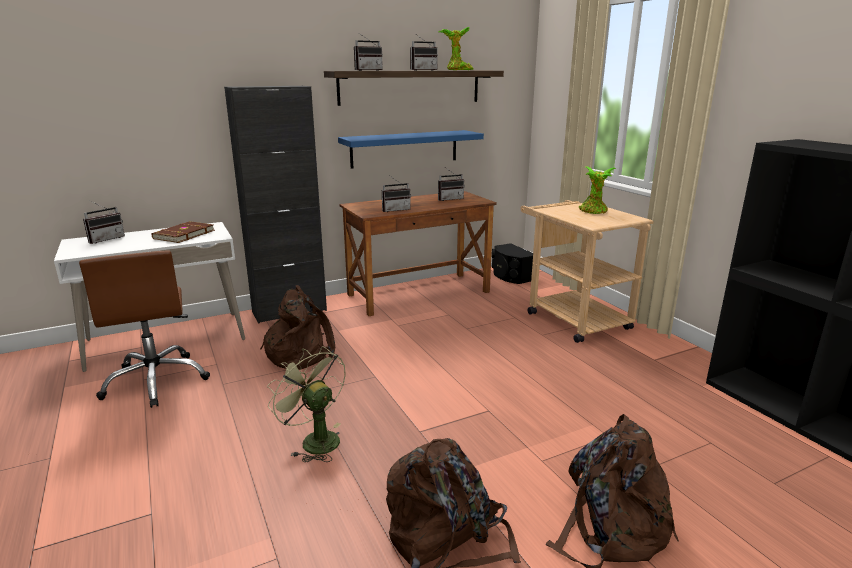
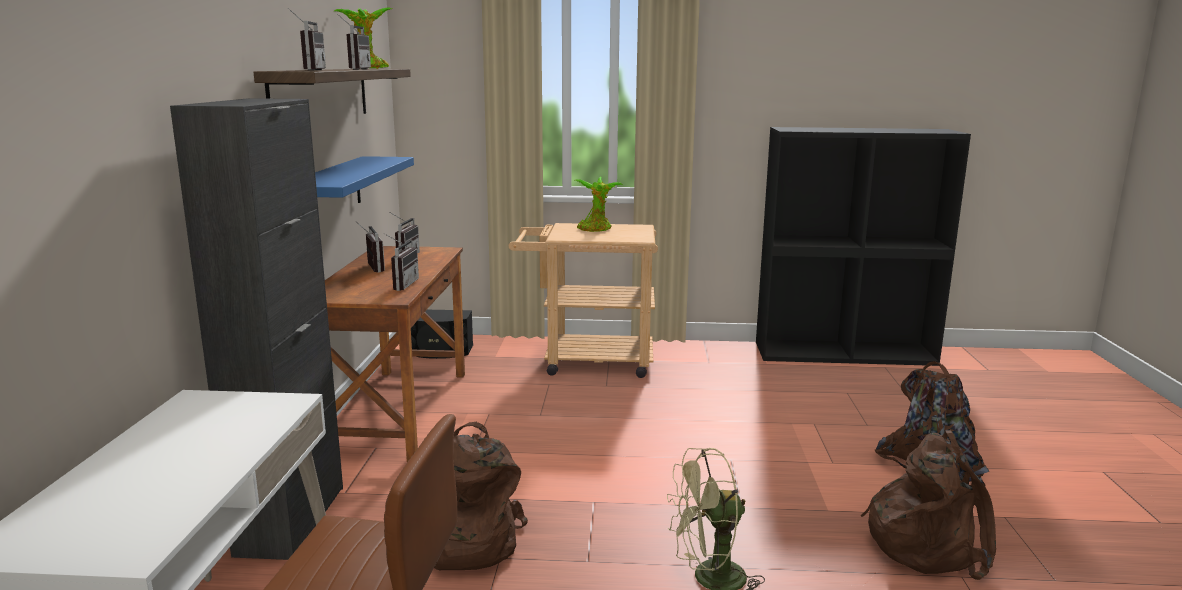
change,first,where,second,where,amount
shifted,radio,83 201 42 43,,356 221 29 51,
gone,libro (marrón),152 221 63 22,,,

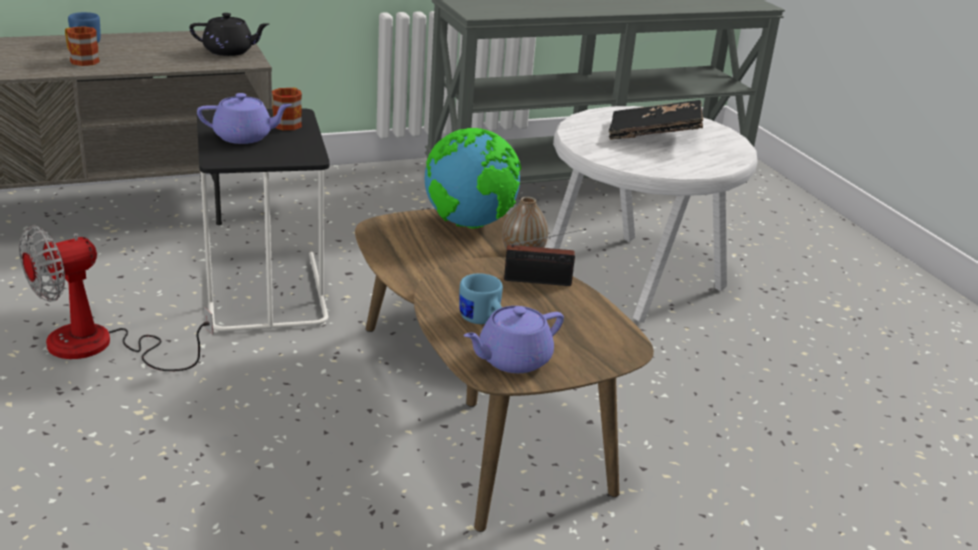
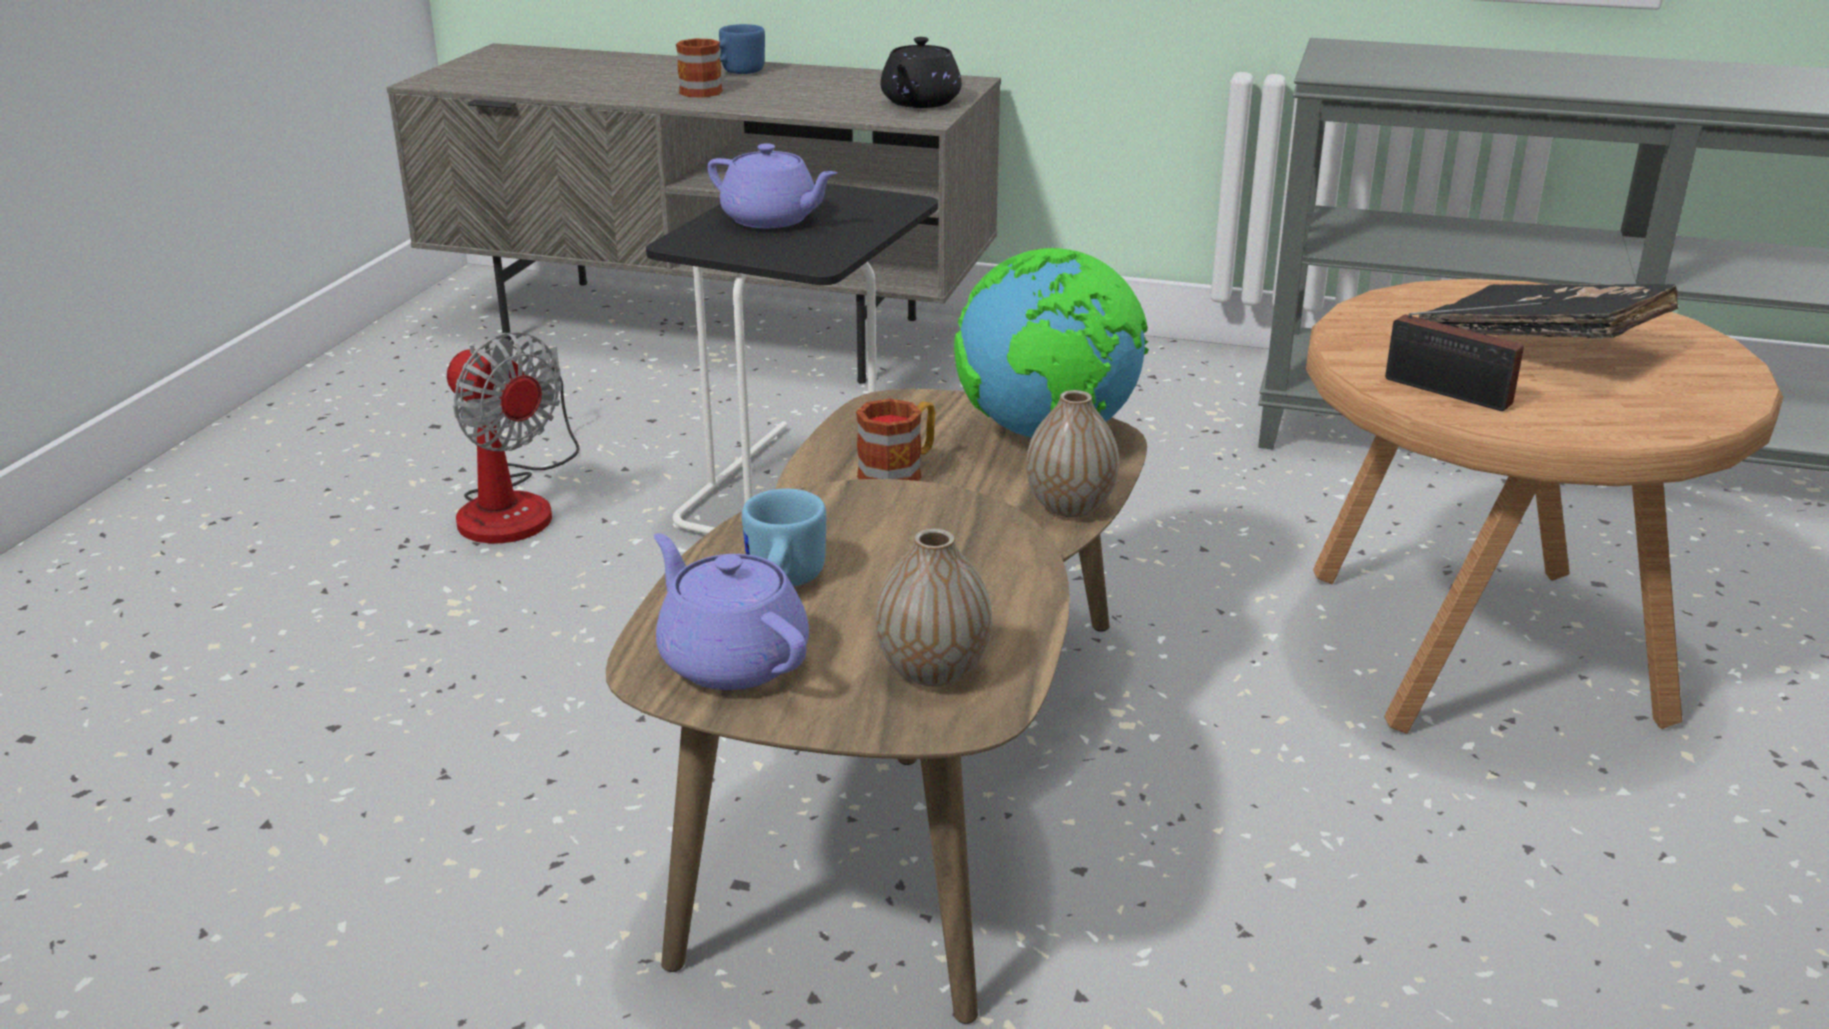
change,first,where,second,where,amount
rotated,tetera (negro),189 13 80 43,,880 37 82 71,75 degrees clockwise
shifted,taza grande,272 87 30 43,,856 398 80 83,
repainted,mesa auxiliar (blanco),548 106 210 217,mesa auxiliar (marrón),1306 279 477 455,
rotated,ventilador,19 225 194 146,,447 332 132 212,135 degrees counterclockwise
shifted,radio,504 229 82 57,,1385 302 162 109,
rotated,tetera (morado),464 306 100 67,,654 533 155 157,45 degrees clockwise
new,,,florero,876 528 116 158,

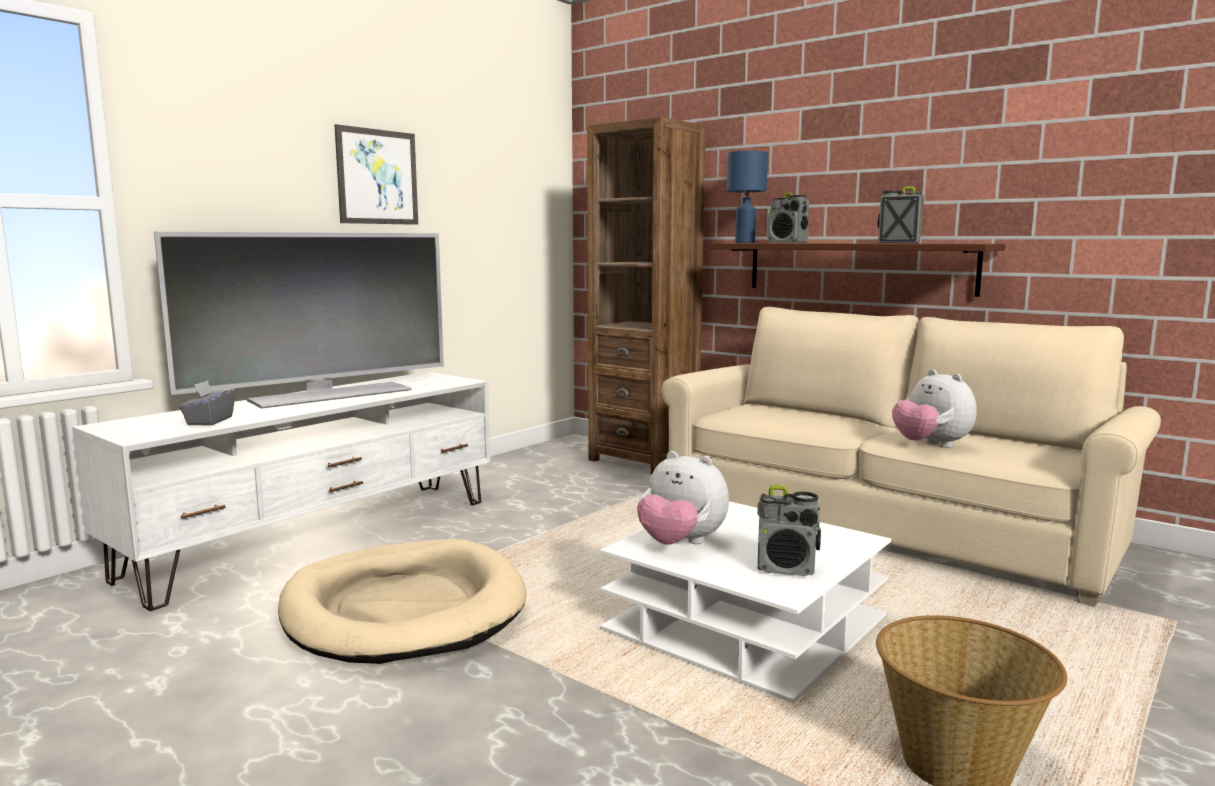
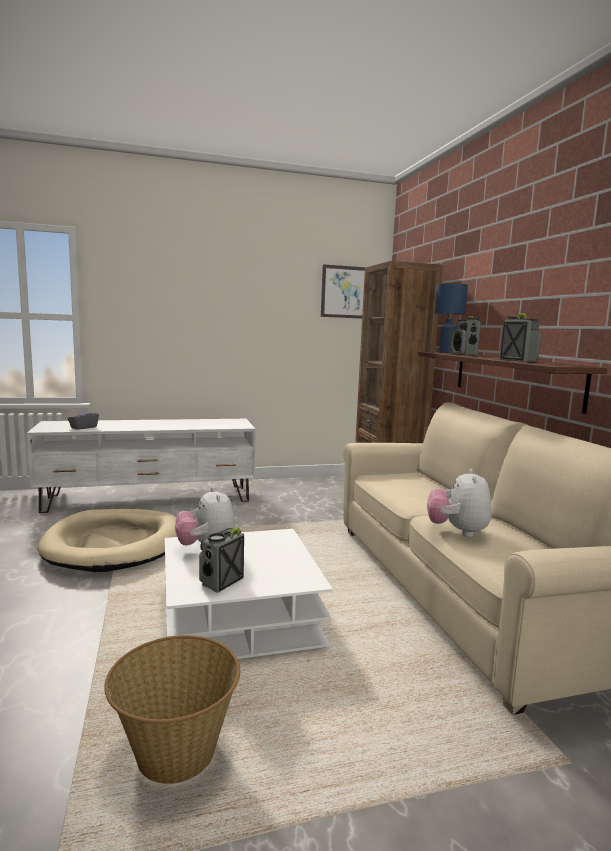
change,first,where,second,where,amount
shifted,cuadro,334 124 84 101,,321 264 44 55,
gone,televisor,154 232 290 177,,,
rotated,radio,757 485 64 91,,199 528 45 65,75 degrees clockwise

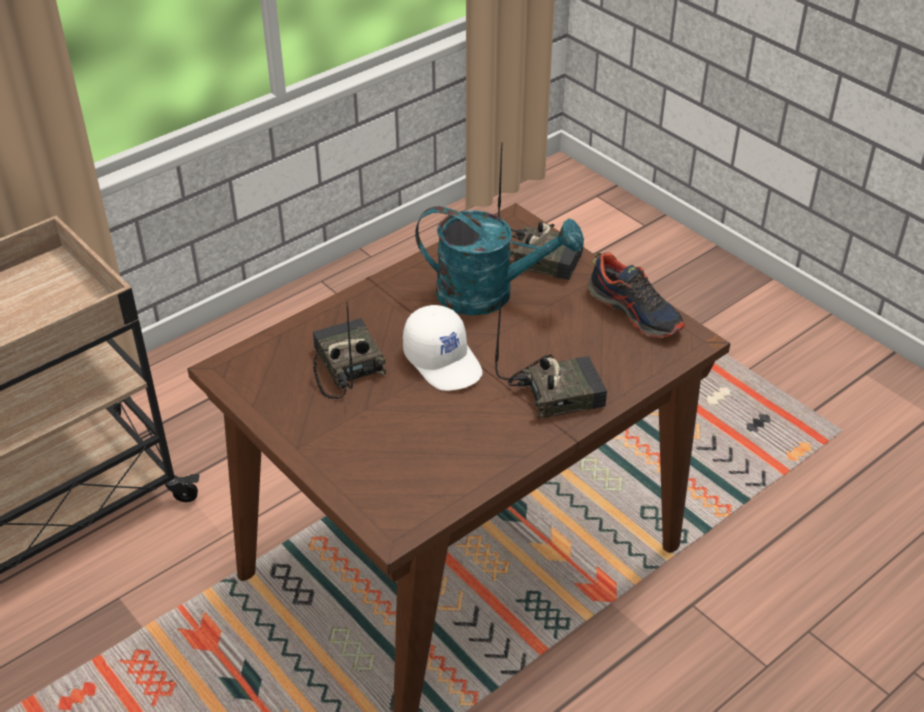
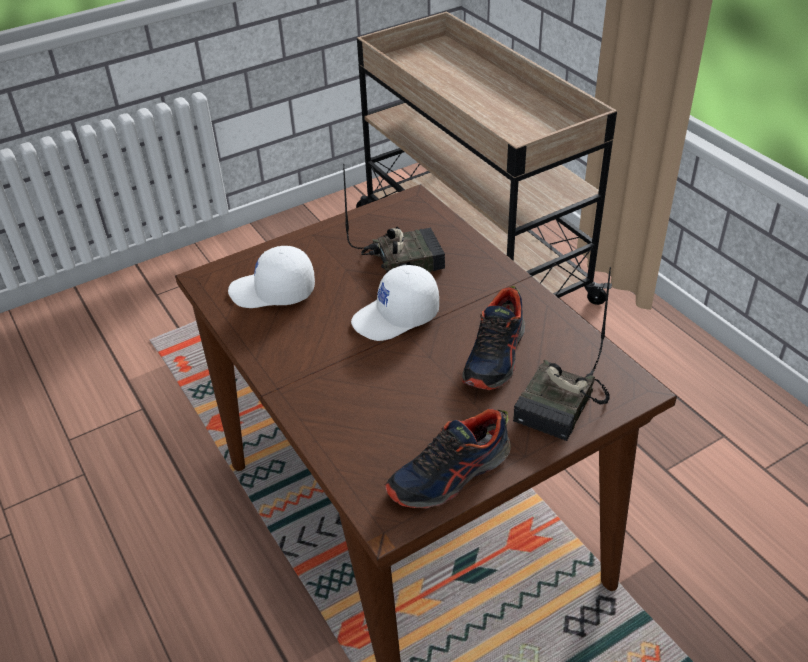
change,first,where,second,where,amount
swapped,regadera (turquesa),415 206 168 110,zapato,461 286 64 104,
gone,radio,495 293 112 126,,,
new,,,gorra (blanco),228 246 87 62,

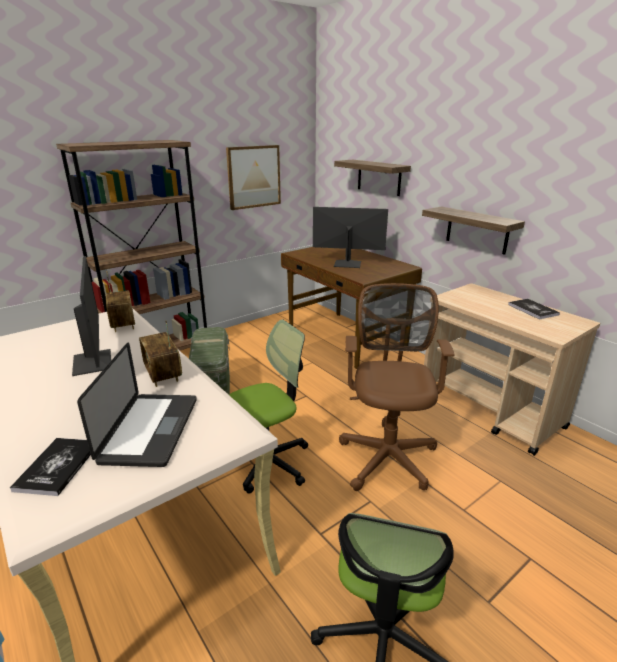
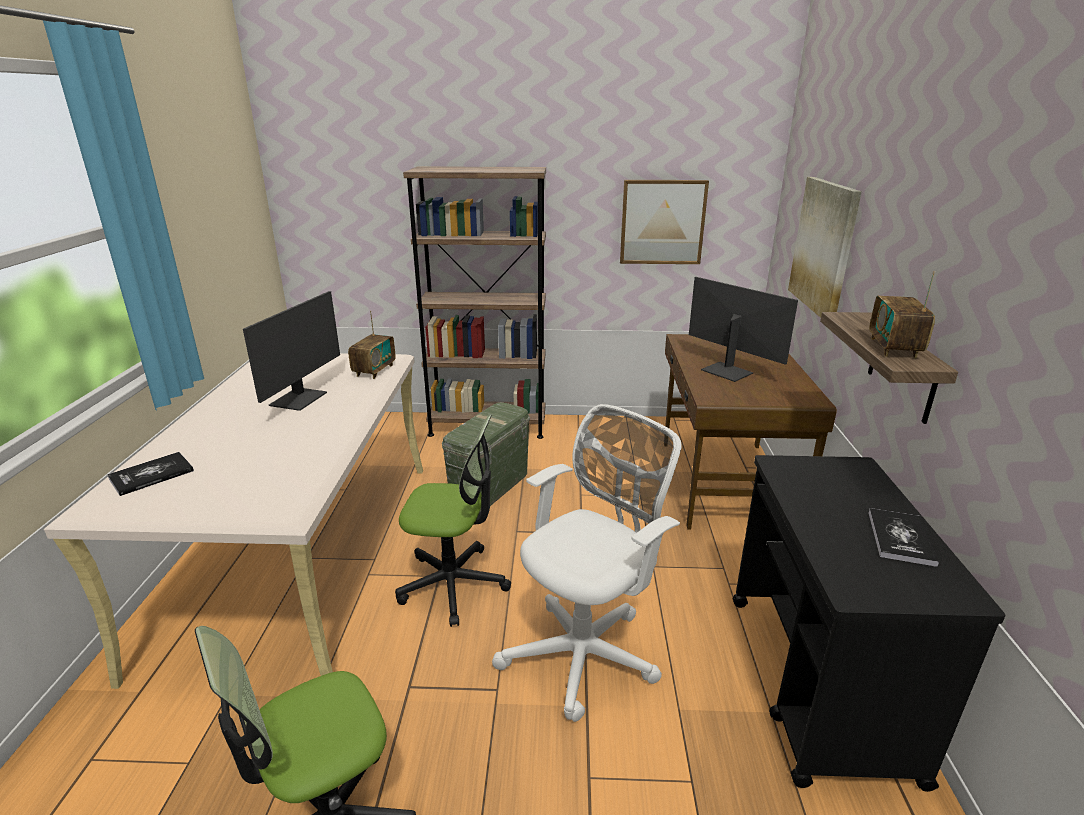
change,first,where,second,where,amount
swapped,estante,334 160 77 36,cuadro,788 177 74 141,
repainted,silla de oficina (marrón),339 283 116 208,silla de oficina (blanco),492 404 190 318,
repainted,carrito (beis),424 283 176 173,carrito (negro),733 455 273 337,
shifted,radio,139 320 43 67,,869 271 66 88,
gone,portátil,77 342 120 125,,,

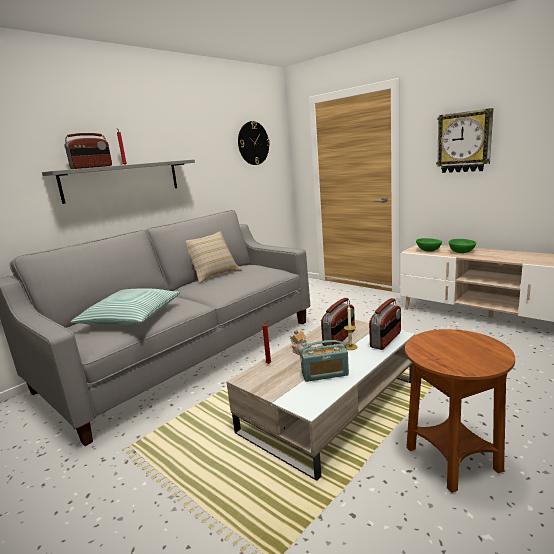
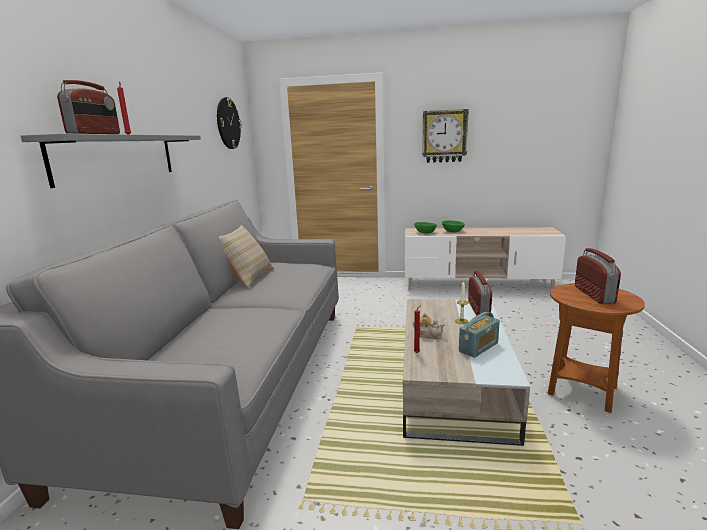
change,first,where,second,where,amount
gone,cojín,71 288 110 38,,,
shifted,radio,321 298 34 48,,575 248 46 56,

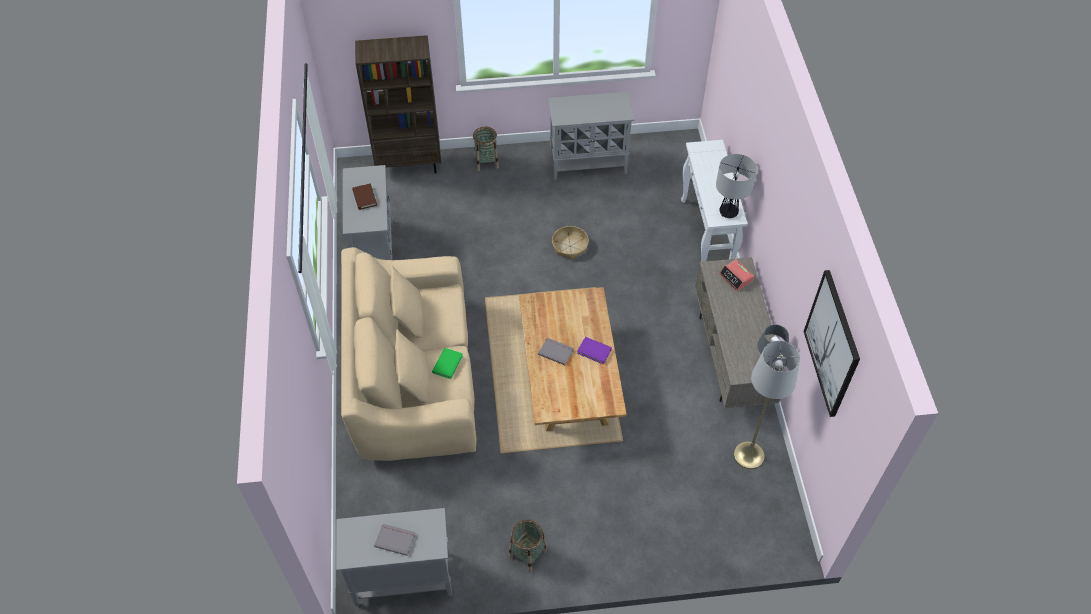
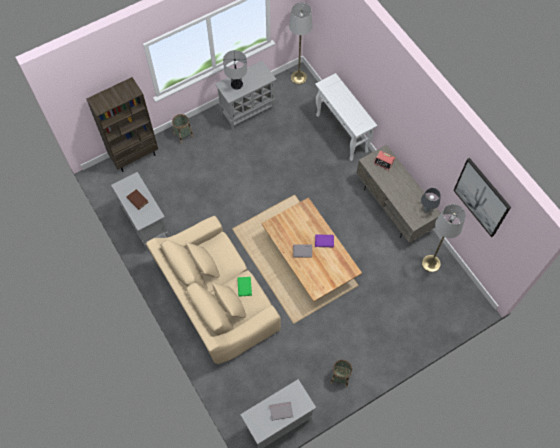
change,first,where,second,where,amount
shifted,lámpara de mesa,716 154 41 64,,223 50 24 39,
gone,cesta,552 226 37 33,,,
new,,,lámpara de pie (gris),289 3 24 81,

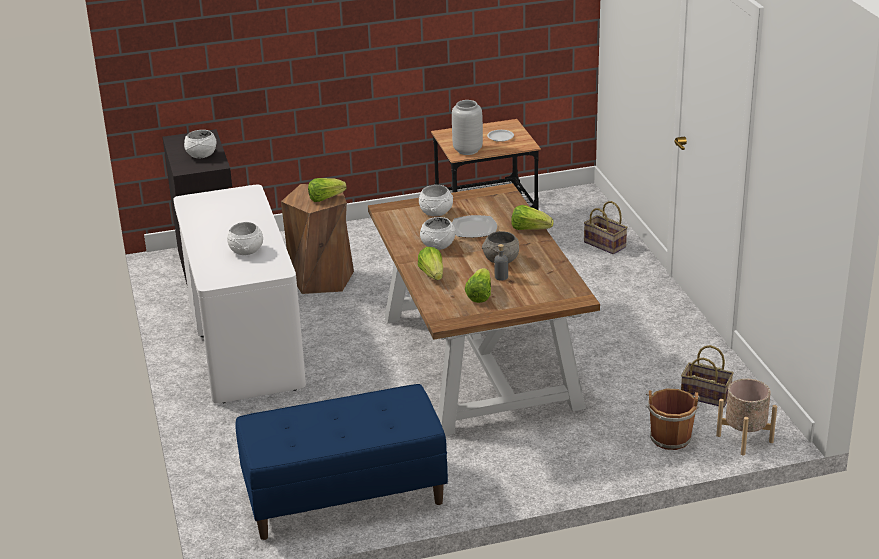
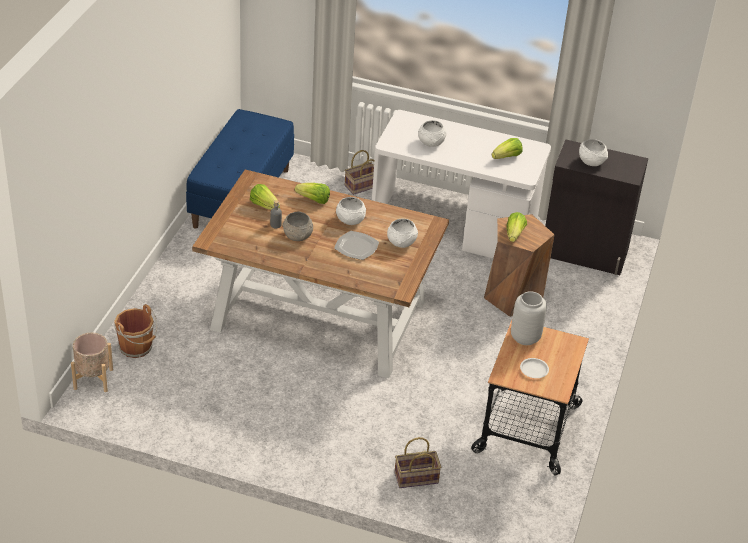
change,first,where,second,where,amount
shifted,lechuga,511 205 43 25,,492 138 31 21,
shifted,cesta,681 345 53 62,,345 150 29 45,

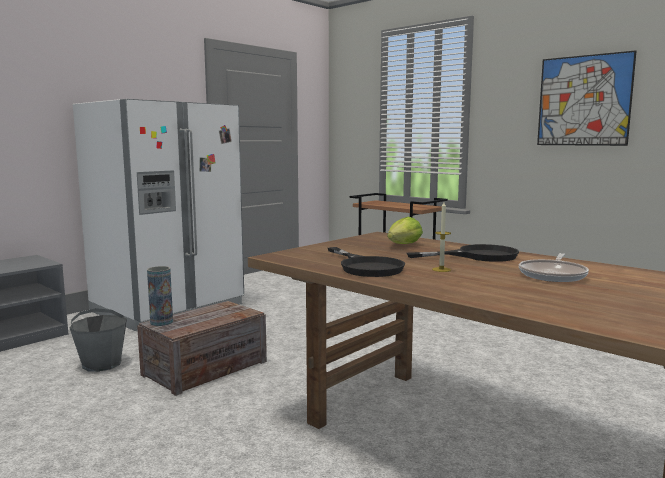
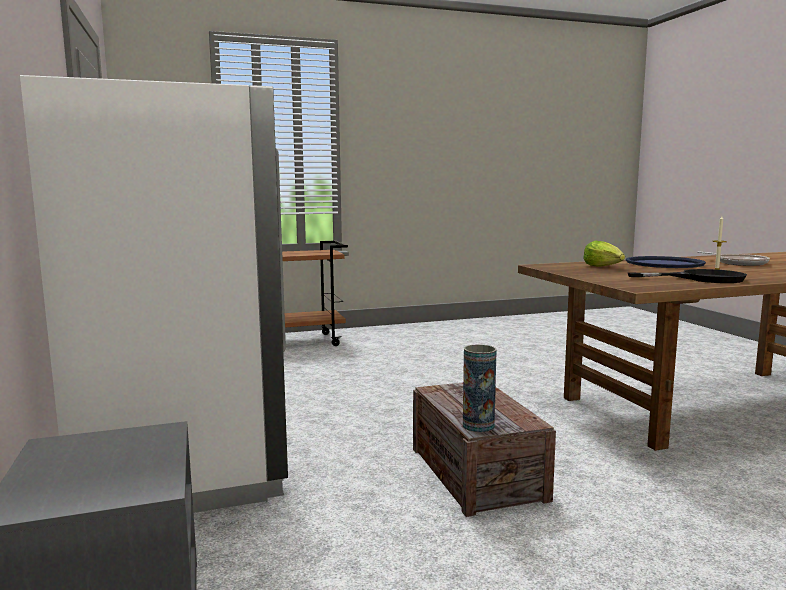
change,first,where,second,where,amount
gone,cuadro,537 50 100 96,,,
swapped,sartén (negro),407 244 112 18,bandeja (azul),626 256 80 12,
gone,cubo (gris),70 308 57 64,,,

